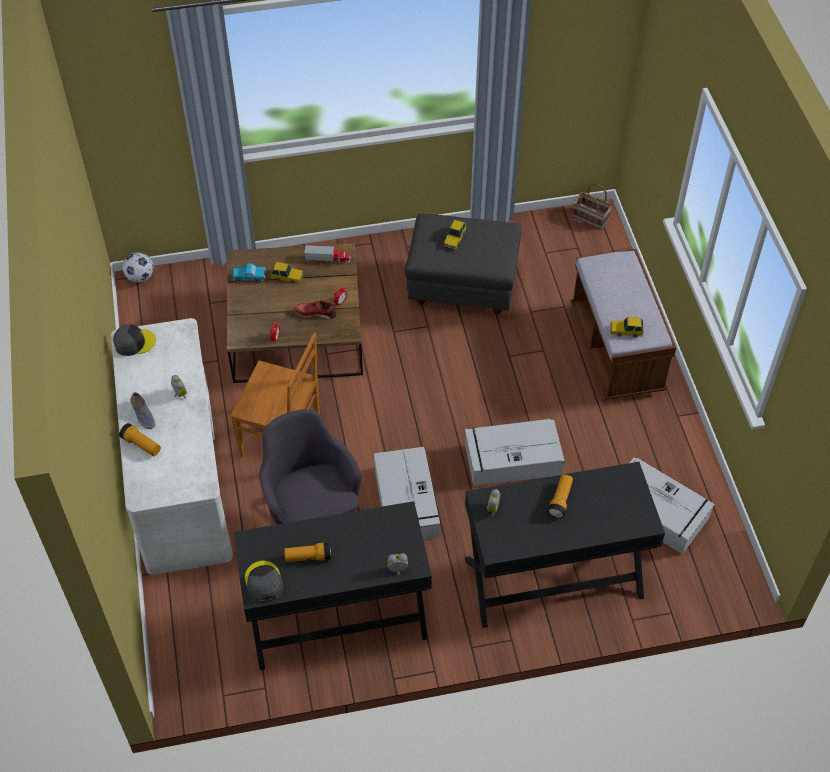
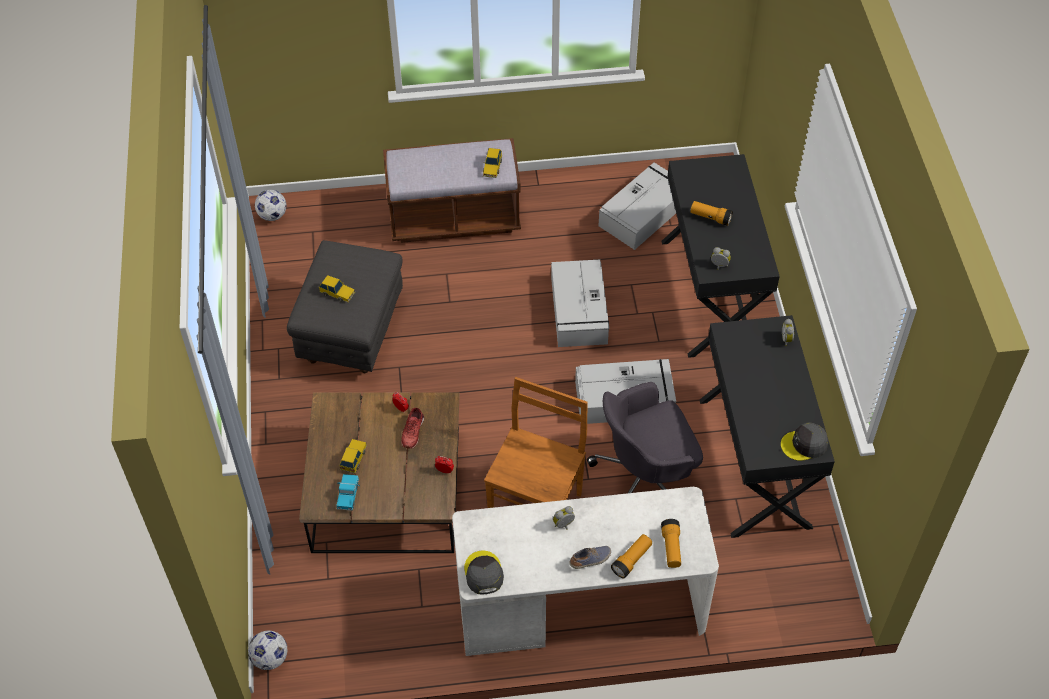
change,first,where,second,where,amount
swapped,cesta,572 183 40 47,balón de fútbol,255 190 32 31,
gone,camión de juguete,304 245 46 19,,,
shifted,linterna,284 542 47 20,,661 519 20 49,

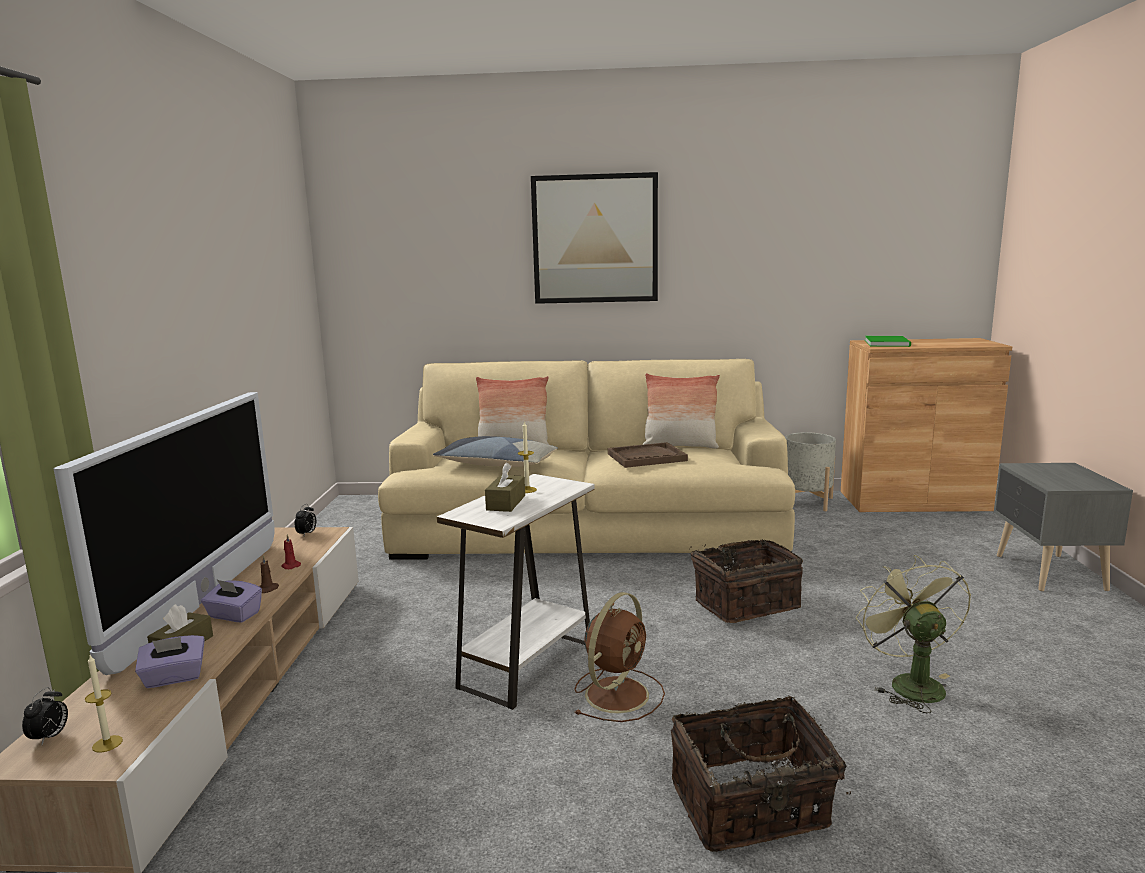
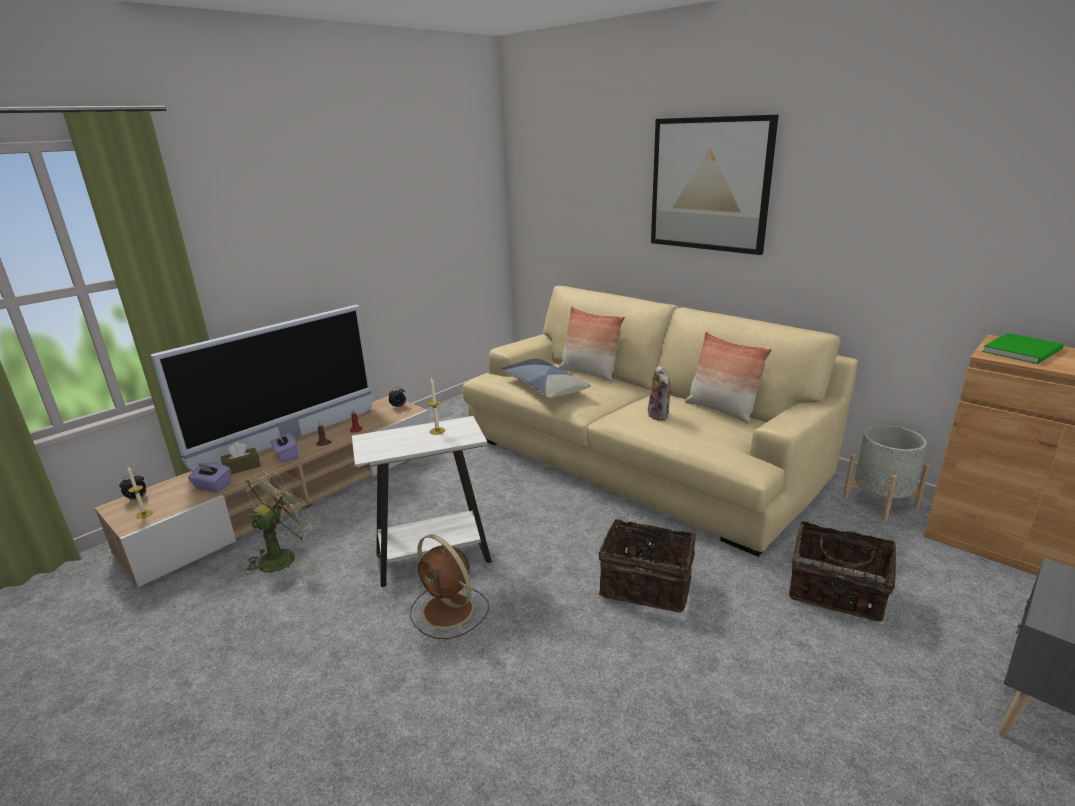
change,first,where,second,where,amount
swapped,bandeja (marrón),608 442 80 26,peluche,648 365 25 56,
gone,caja de pañuelos (marrón),485 462 40 50,,,
shifted,ventilador (verde),856 555 115 158,,245 471 69 104,
rotated,ventilador (marrón),574 592 91 130,,410 535 79 104,60 degrees clockwise
shifted,cesta,671 696 180 156,,789 521 108 101,

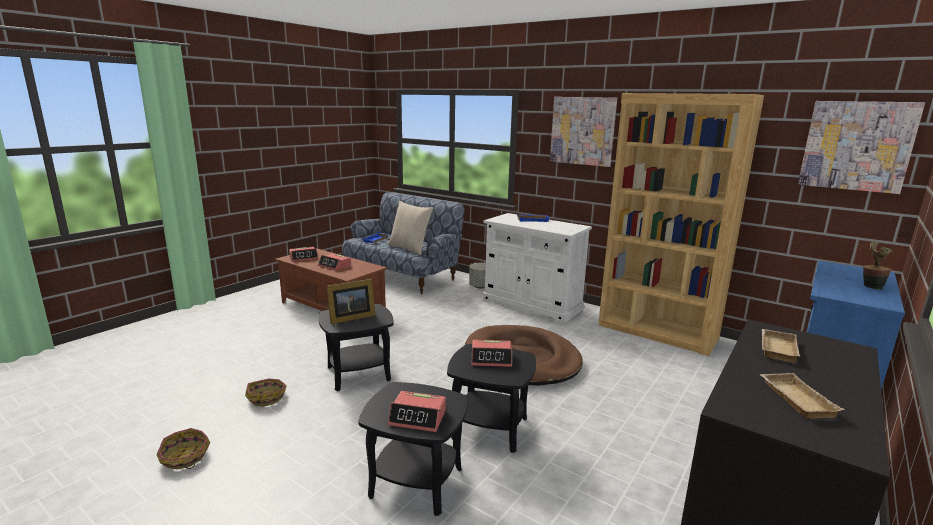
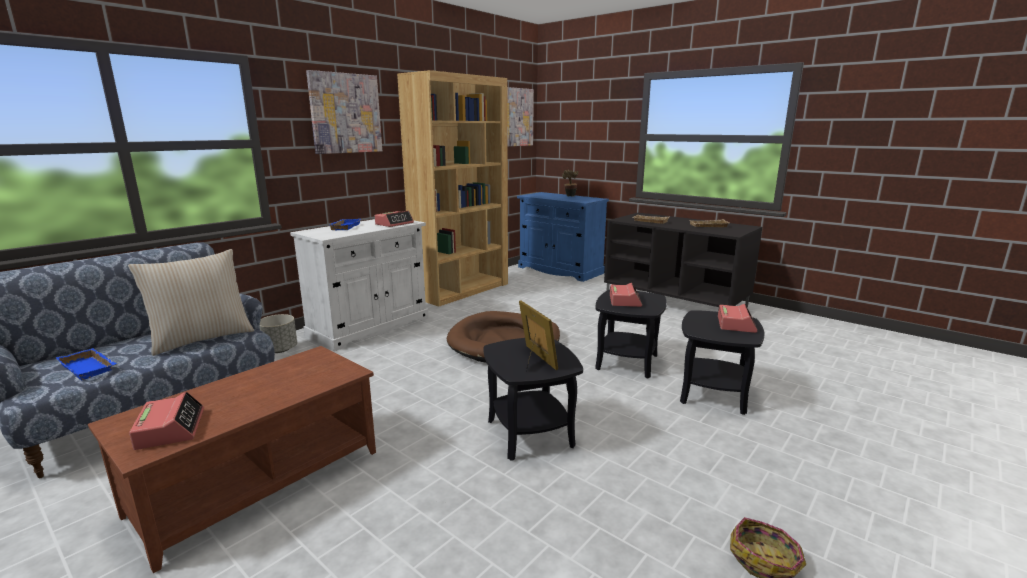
change,first,where,second,where,amount
shifted,despertador,318 254 33 17,,375 211 39 16,
gone,cesta,245 378 42 29,,,

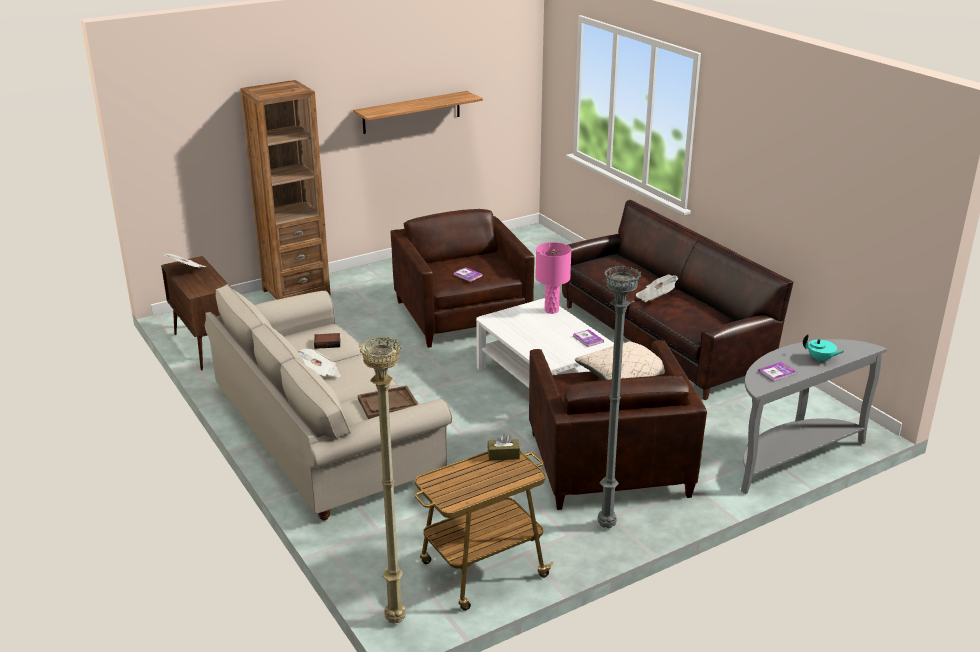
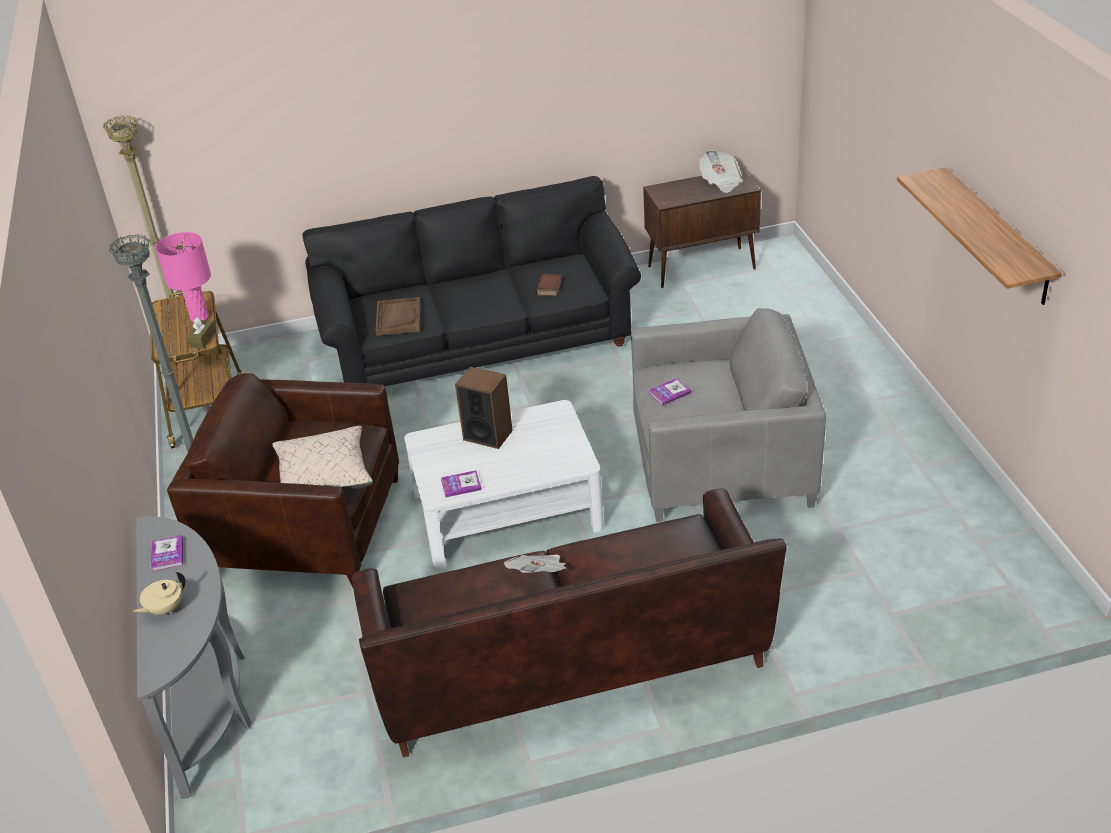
change,first,where,second,where,amount
gone,estantería (marrón),240 80 91 220,,,
repainted,sillón (marrón),390 209 145 139,sillón (gris),631 308 195 214,
shifted,lámpara de mesa (rosa),535 242 36 72,,155 232 56 90,
repainted,sofá (beis),205 284 247 236,sofá (negro),302 176 339 210,
repainted,tetera (turquesa),803 334 42 29,tetera (beis),132 572 53 43,
gone,periódico,297 349 44 28,,,
new,,,altavoz,455 367 58 82,

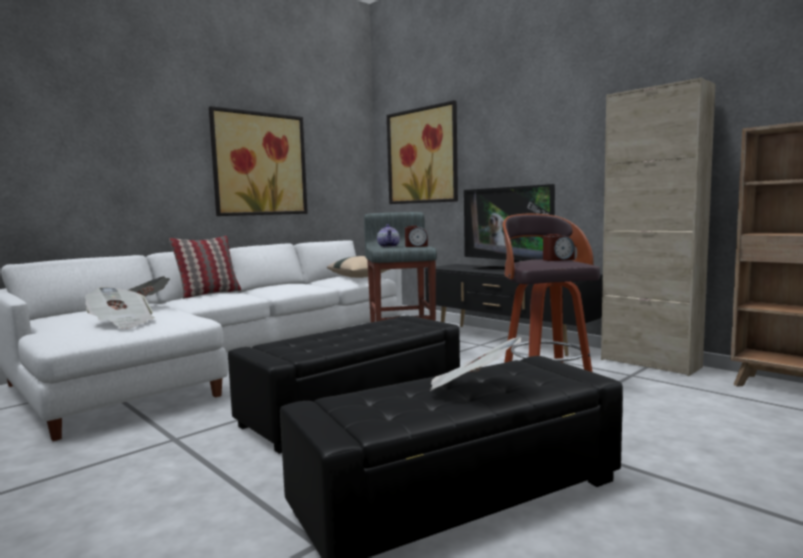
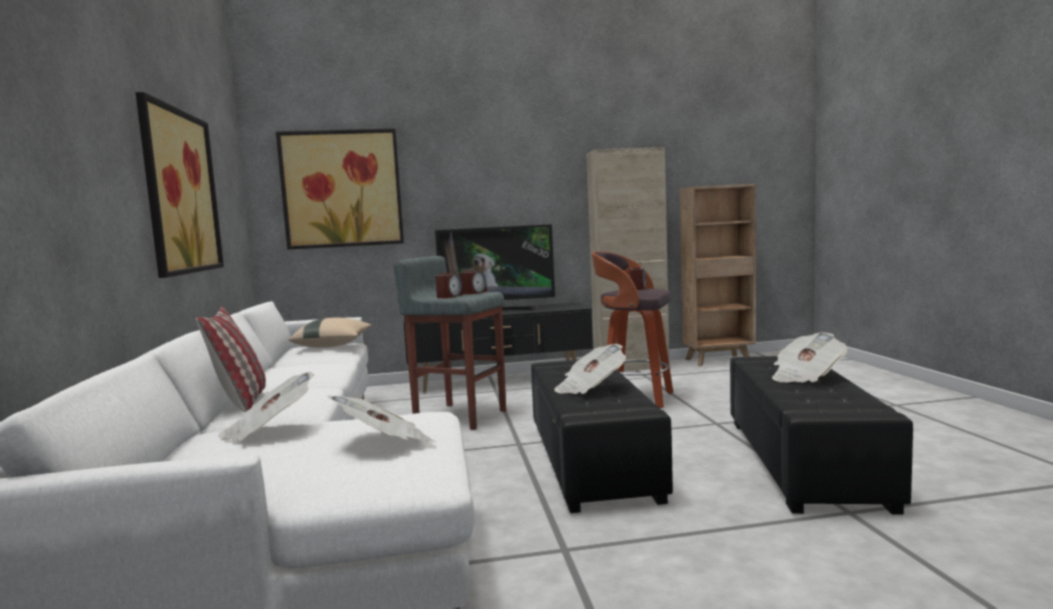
change,first,where,second,where,amount
swapped,tetera,377 224 23 23,despertador,435 273 27 25,
new,,,periódico,554 344 72 50,

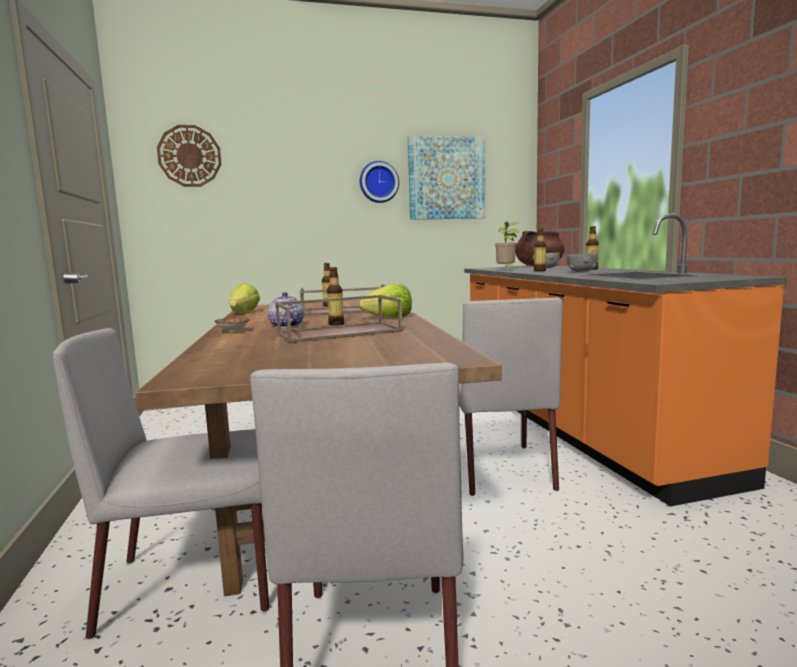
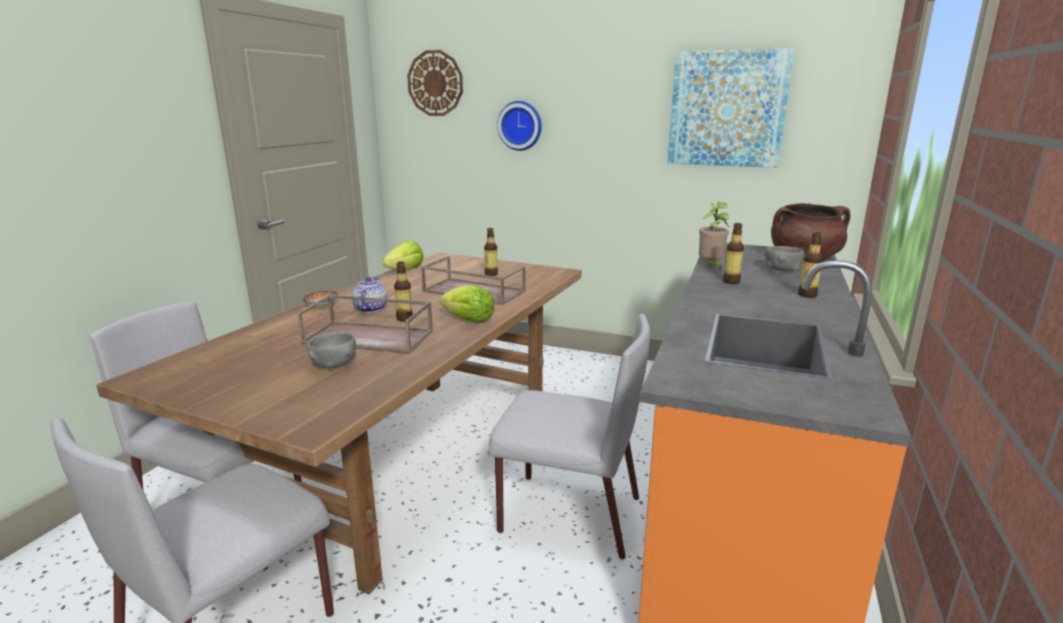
change,first,where,second,where,amount
shifted,reloj de pared,360 161 39 42,,497 101 45 50,
shifted,cuenco (gris),567 253 31 19,,307 332 49 36,
rotated,silla (gris),459 298 104 198,,488 314 162 246,105 degrees counterclockwise

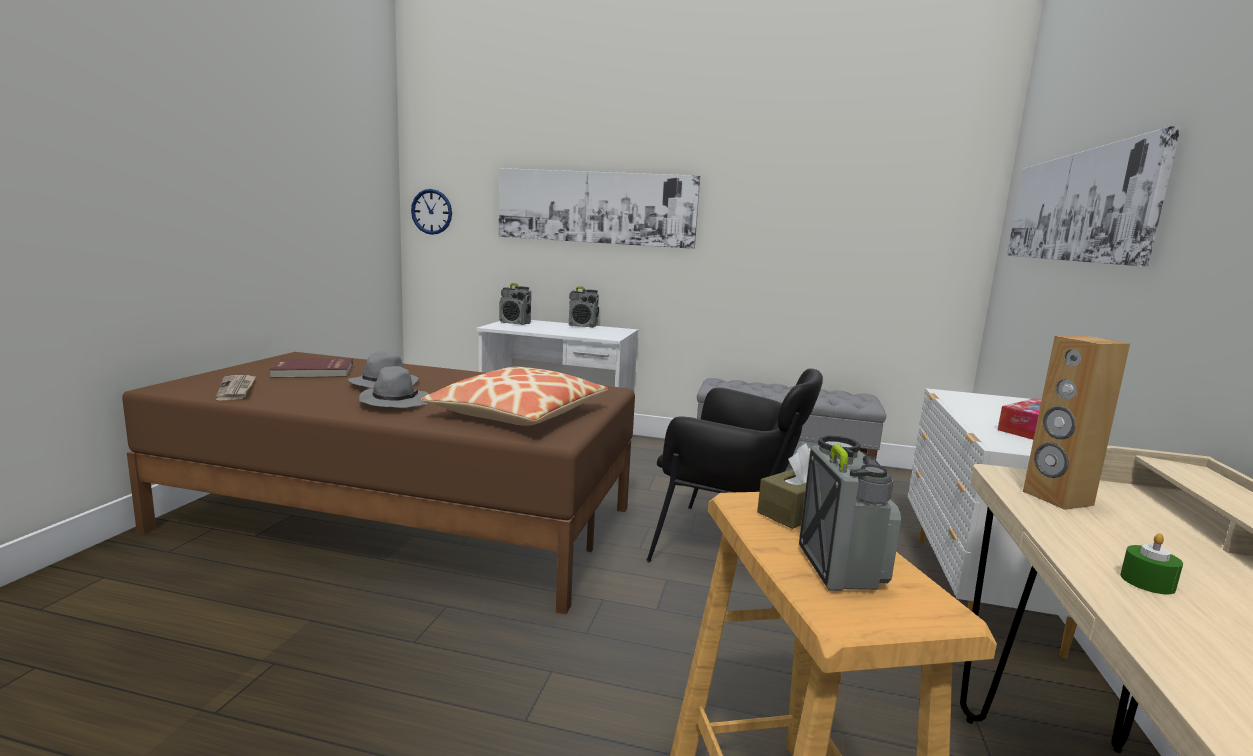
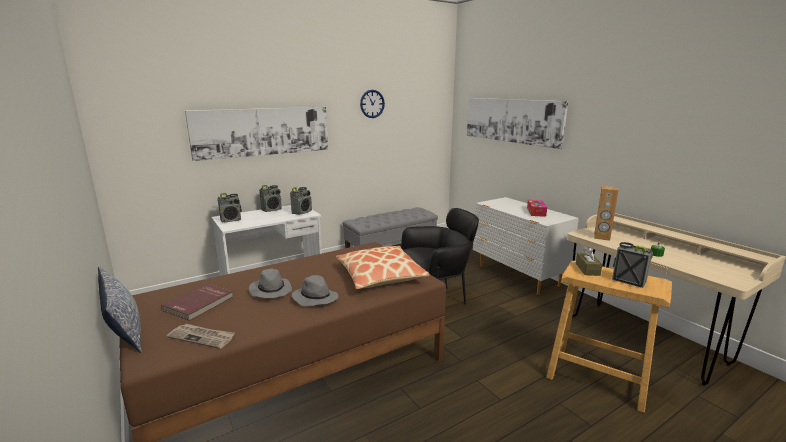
change,first,where,second,where,amount
shifted,reloj de pared,411 189 41 46,,360 90 25 28,
new,,,radio,290 187 22 28,
new,,,cojín,98 267 44 86,

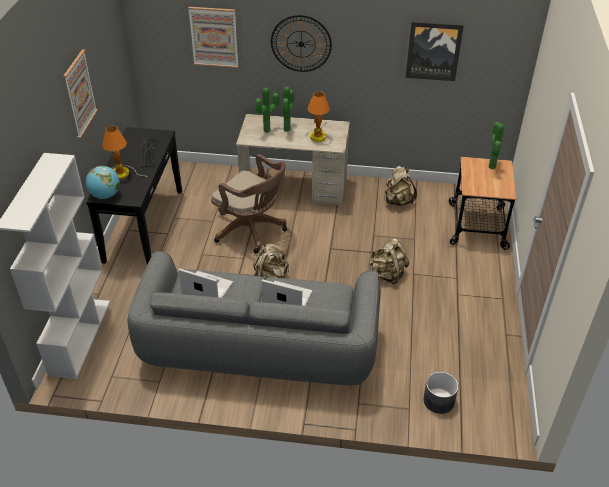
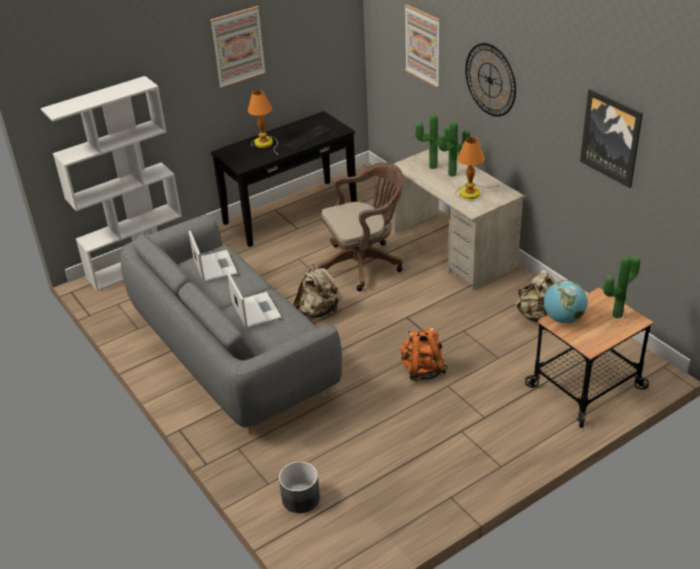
change,first,where,second,where,amount
rotated,silla de oficina (marrón),211 154 76 99,,317 162 86 129,105 degrees counterclockwise
shifted,globo terráqueo,86 166 34 33,,544 280 44 43,
repainted,mochila (beis),368 238 41 47,mochila (naranja),400 327 48 54,

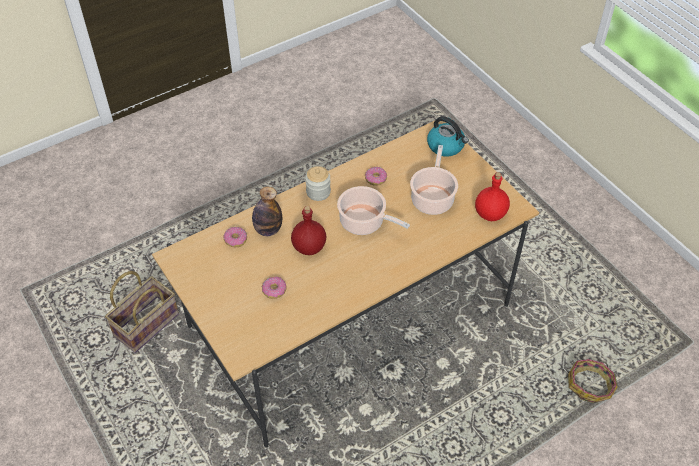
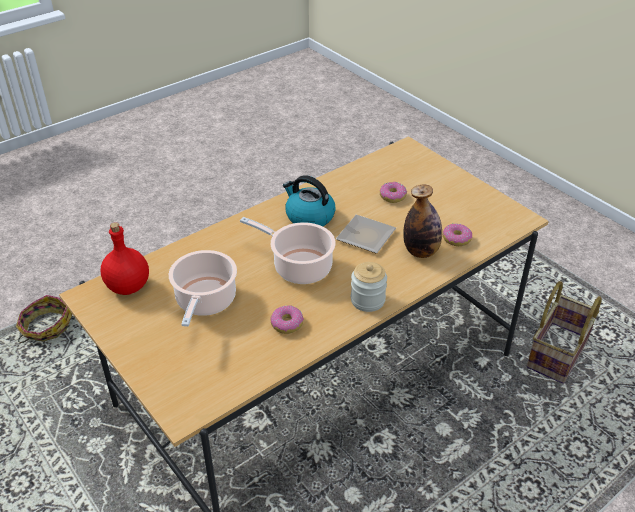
change,first,where,second,where,amount
shifted,hervidor,427 116 42 41,,283 175 53 51,
swapped,botella (rojo),291 206 35 49,plato,336 215 60 38,

